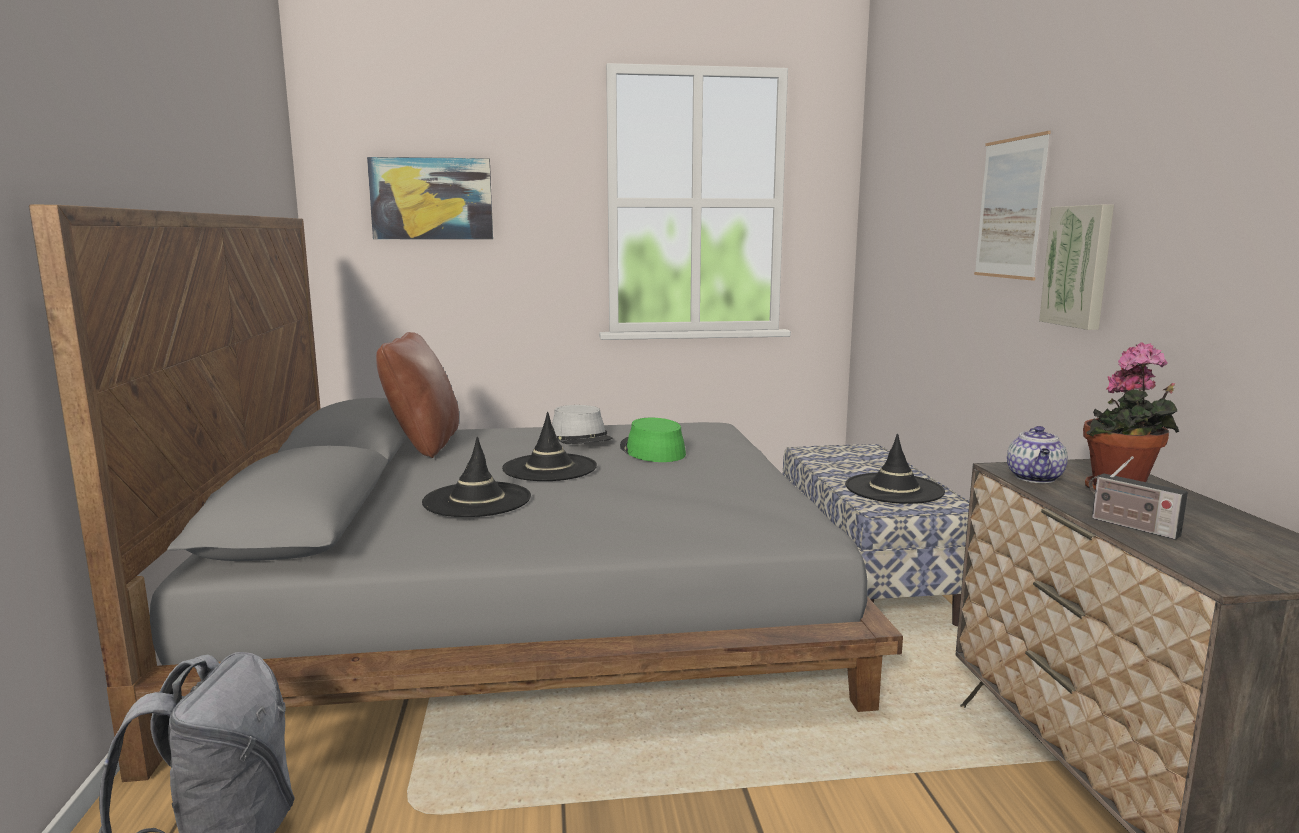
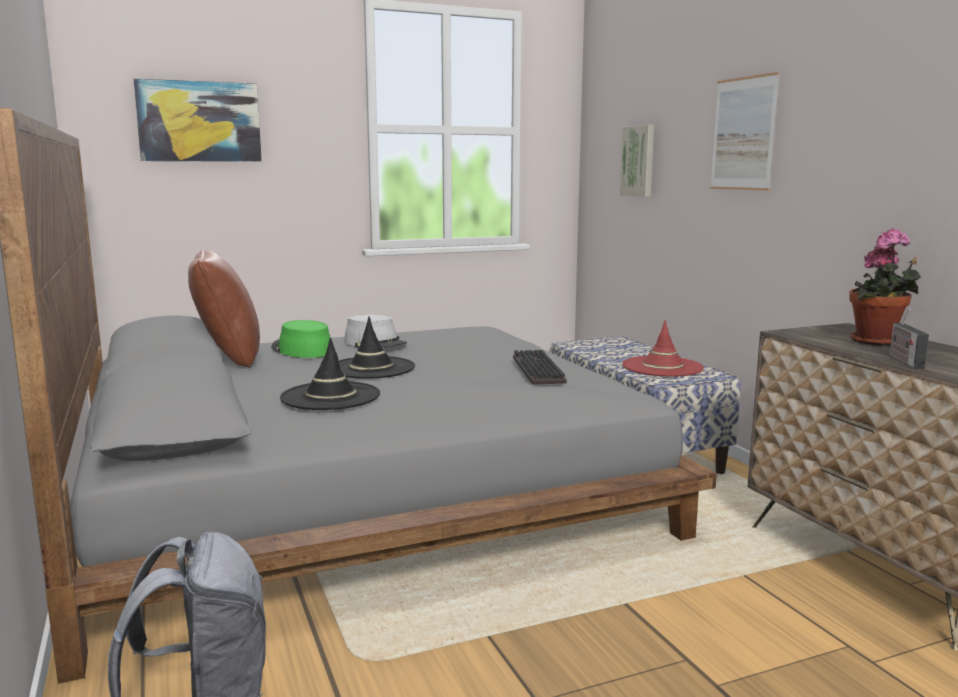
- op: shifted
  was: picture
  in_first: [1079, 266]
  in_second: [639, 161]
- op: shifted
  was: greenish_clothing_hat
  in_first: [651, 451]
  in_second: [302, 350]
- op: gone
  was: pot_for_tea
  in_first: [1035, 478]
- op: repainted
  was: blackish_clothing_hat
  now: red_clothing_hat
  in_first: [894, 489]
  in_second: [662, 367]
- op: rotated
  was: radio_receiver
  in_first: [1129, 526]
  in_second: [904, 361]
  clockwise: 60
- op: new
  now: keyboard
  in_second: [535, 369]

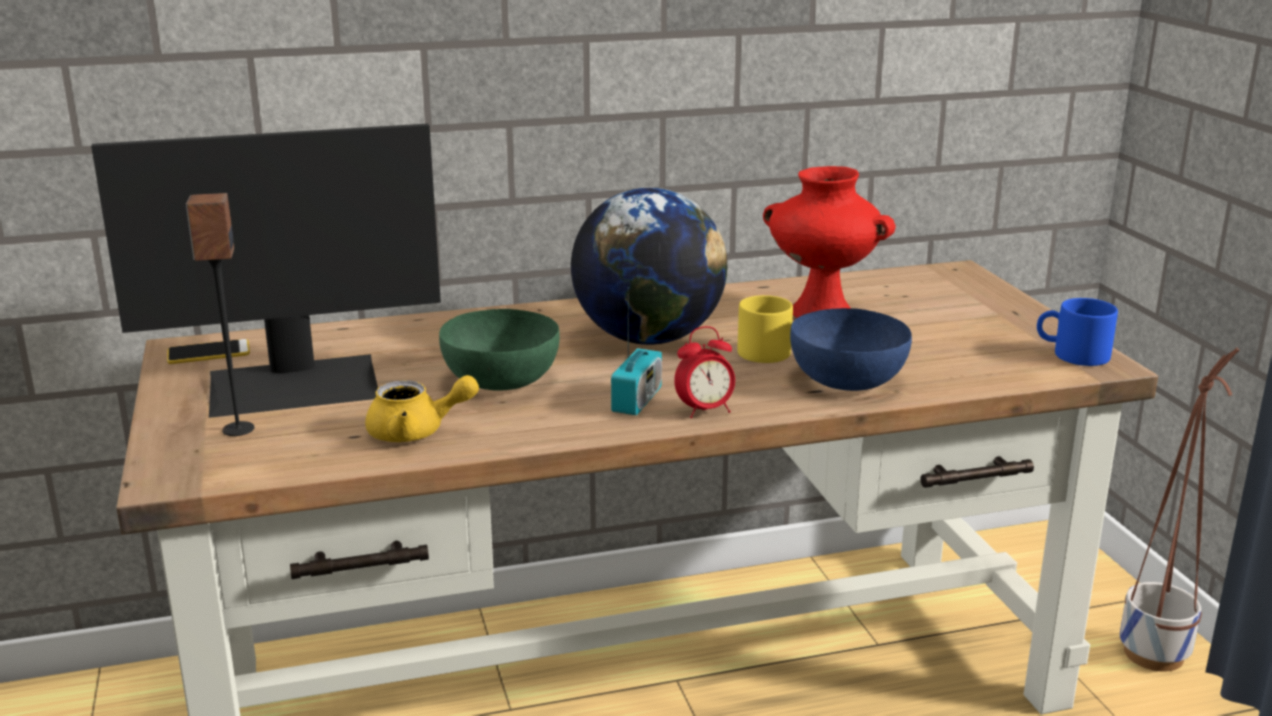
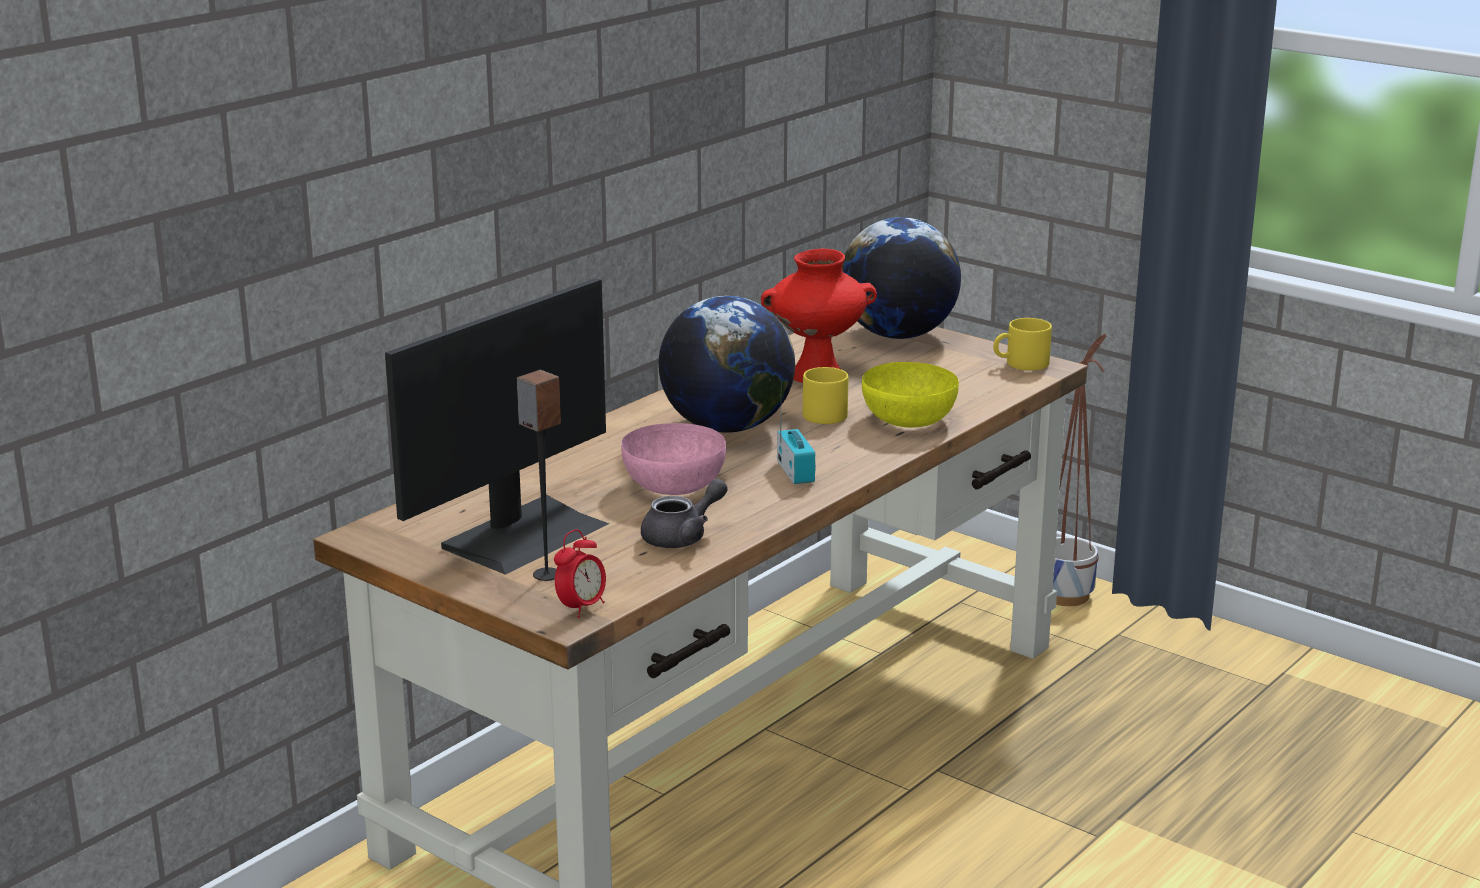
- op: repainted
  was: bluish_mug
  now: yellow_mug
  in_first: [1071, 354]
  in_second: [1021, 364]
- op: repainted
  was: bluish_deep_dish
  now: yellow_deep_dish
  in_first: [846, 379]
  in_second: [907, 419]
- op: repainted
  was: greenish_deep_dish
  now: pink_deep_dish
  in_first: [499, 380]
  in_second: [673, 486]
- op: shifted
  was: alarm_clock
  in_first: [705, 411]
  in_second: [581, 608]
- op: gone
  was: telephone
  in_first: [208, 353]
- op: repainted
  was: yellow_pot_for_tea
  now: gray_pot_for_tea
  in_first: [417, 432]
  in_second: [683, 537]
- op: new
  now: desk_globe
  in_second: [897, 335]

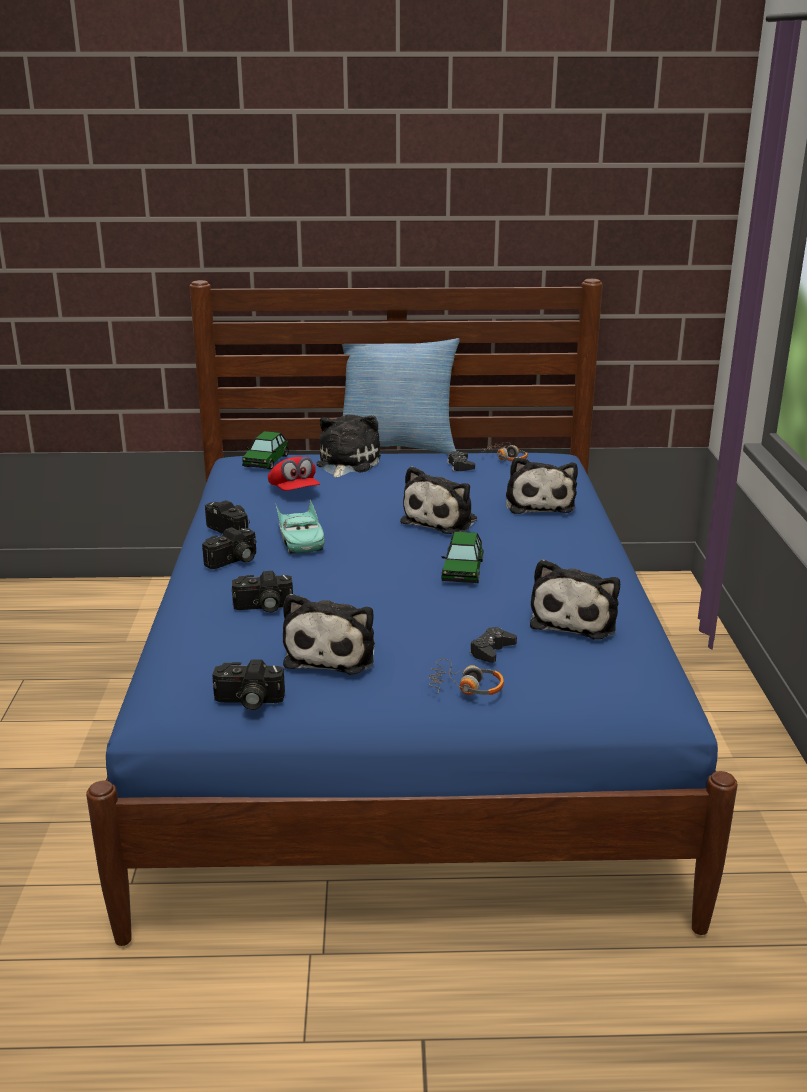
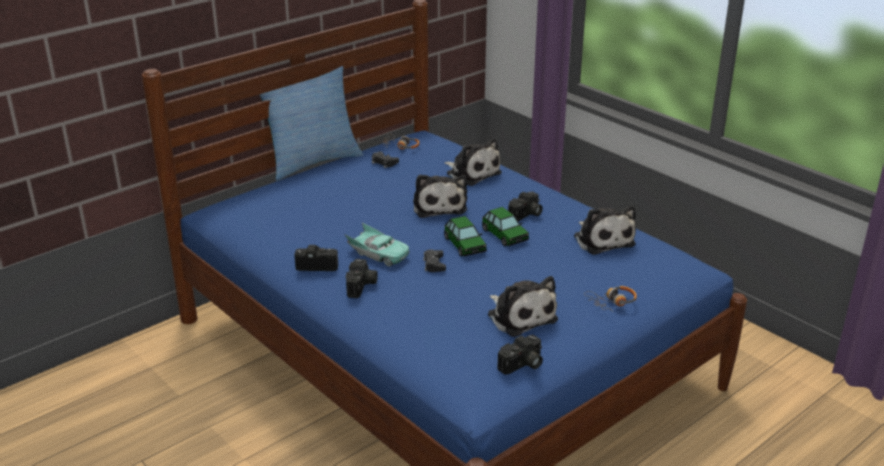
- op: gone
  was: plush_toy
  in_first: [346, 463]
- op: shifted
  was: model_car
  in_first: [266, 461]
  in_second: [465, 245]
- op: gone
  was: red_cap
  in_first: [294, 491]
- op: shifted
  was: still_camera
  in_first: [263, 607]
  in_second: [526, 215]
- op: shifted
  was: blackish_gamepad
  in_first: [491, 650]
  in_second: [434, 264]

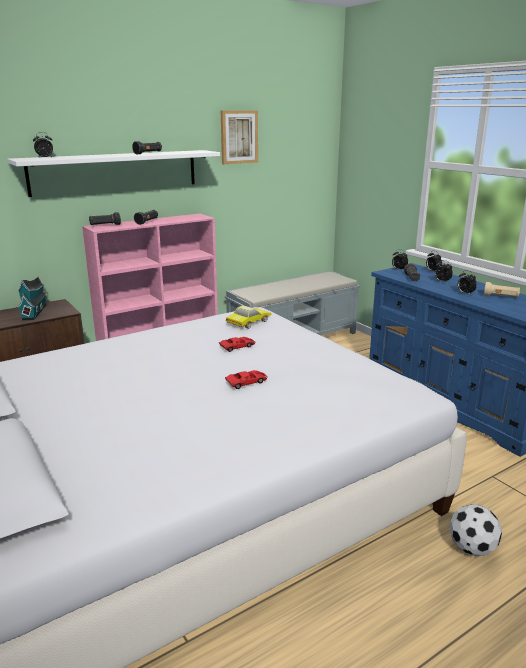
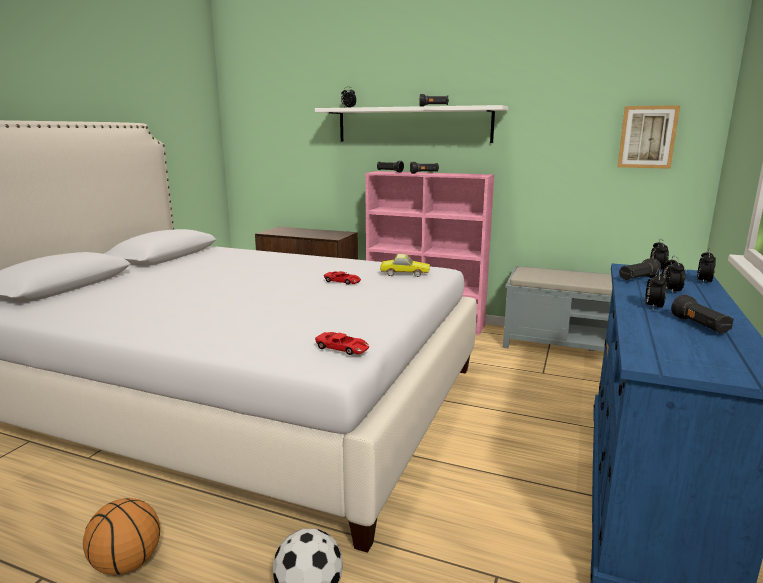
- op: shifted
  was: picture
  in_first: [238, 137]
  in_second: [647, 137]
- op: gone
  was: model_house
  in_first: [35, 312]
- op: repainted
  was: beige-coloured_flashlight
  now: blackish_flashlight
  in_first: [501, 297]
  in_second: [700, 326]
- op: shifted
  was: red_model_car
  in_first: [247, 382]
  in_second: [342, 348]
- op: new
  now: ball_for_basketball
  in_second: [126, 563]

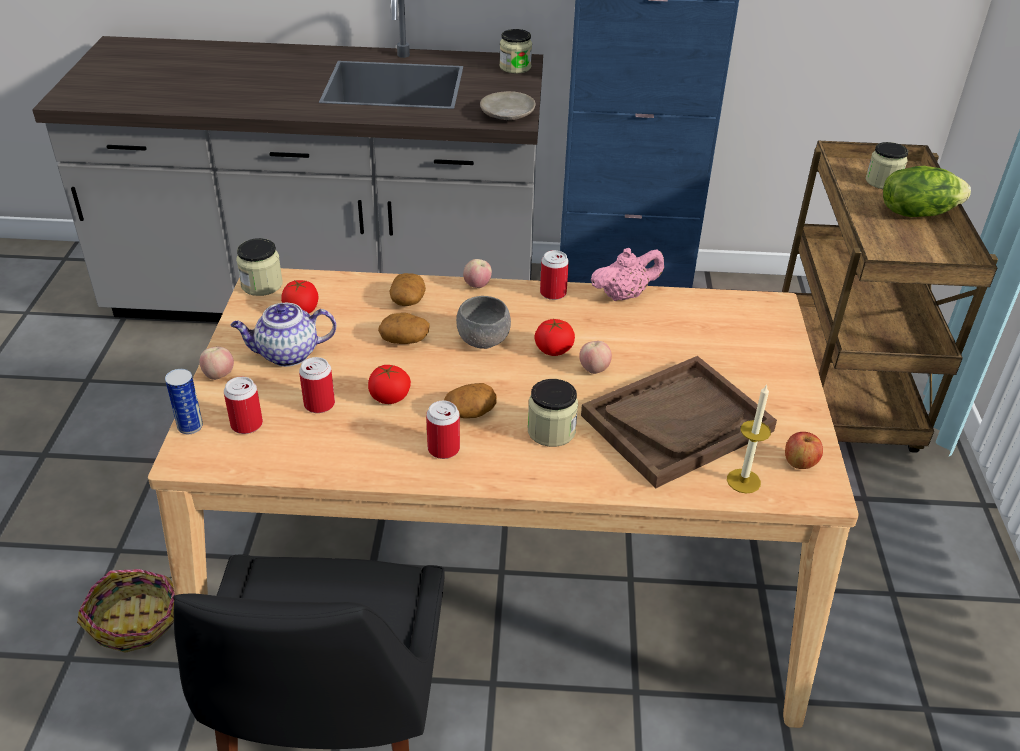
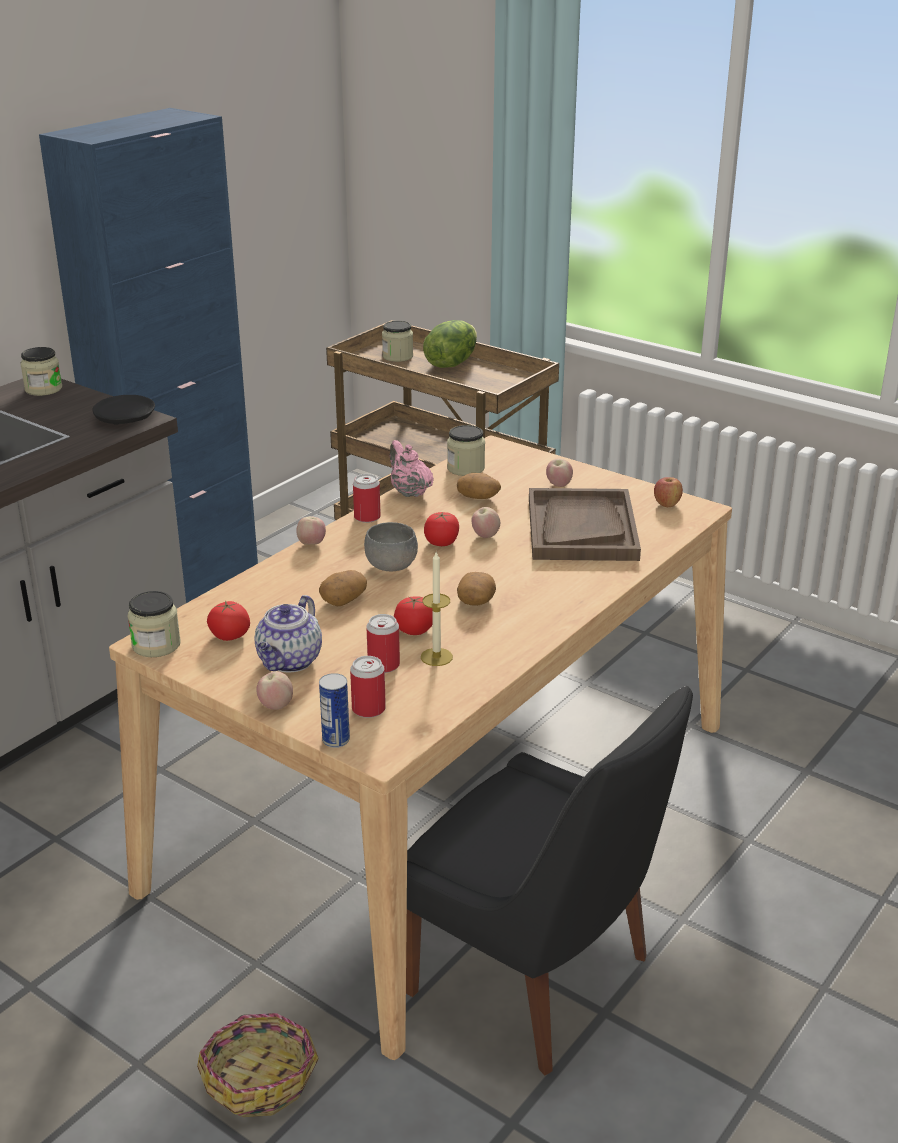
- op: repainted
  was: beige-coloured_flat_dish
  now: blackish_flat_dish
  in_first: [507, 115]
  in_second: [125, 419]
- op: rotated
  was: pink_pot_for_tea
  in_first: [624, 295]
  in_second: [409, 492]
  clockwise: -45
- op: shifted
  was: whole_potato
  in_first: [408, 300]
  in_second: [479, 497]
- op: shifted
  was: storage_jar
  in_first: [551, 431]
  in_second: [465, 468]
- op: shifted
  was: candle
  in_first: [743, 481]
  in_second: [436, 657]
- op: gone
  was: sealed_can
  in_first: [443, 449]
- op: new
  now: apple_fruit
  in_second: [558, 485]

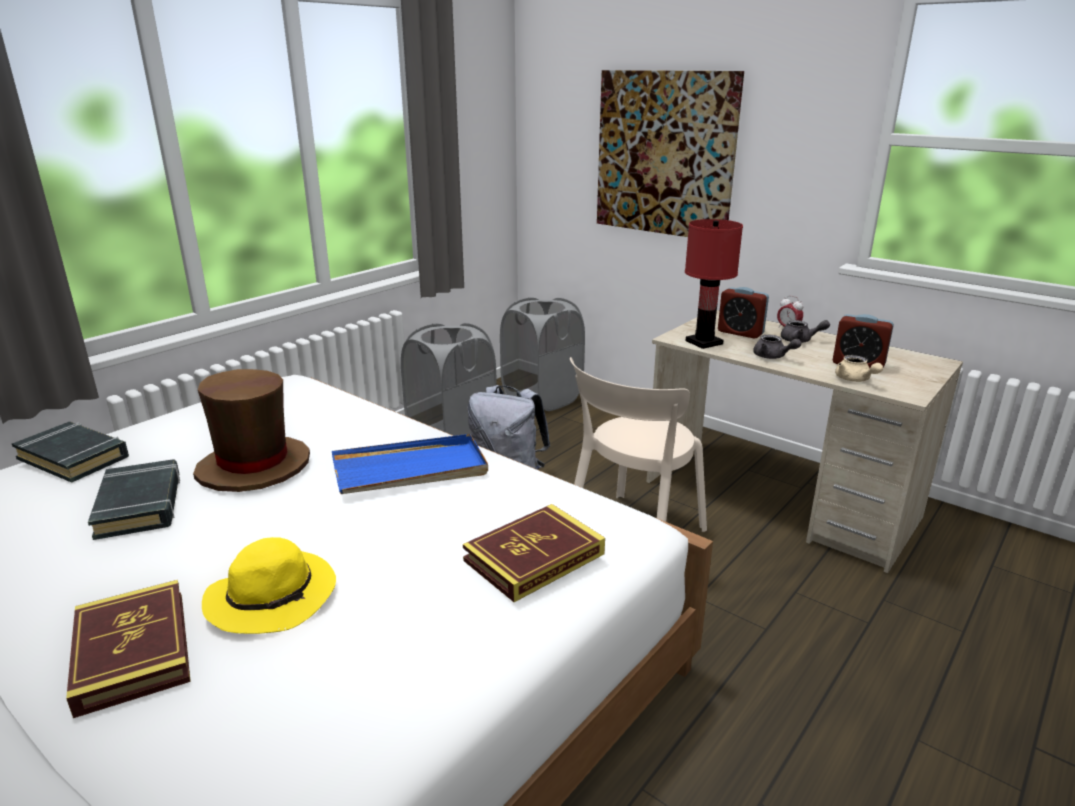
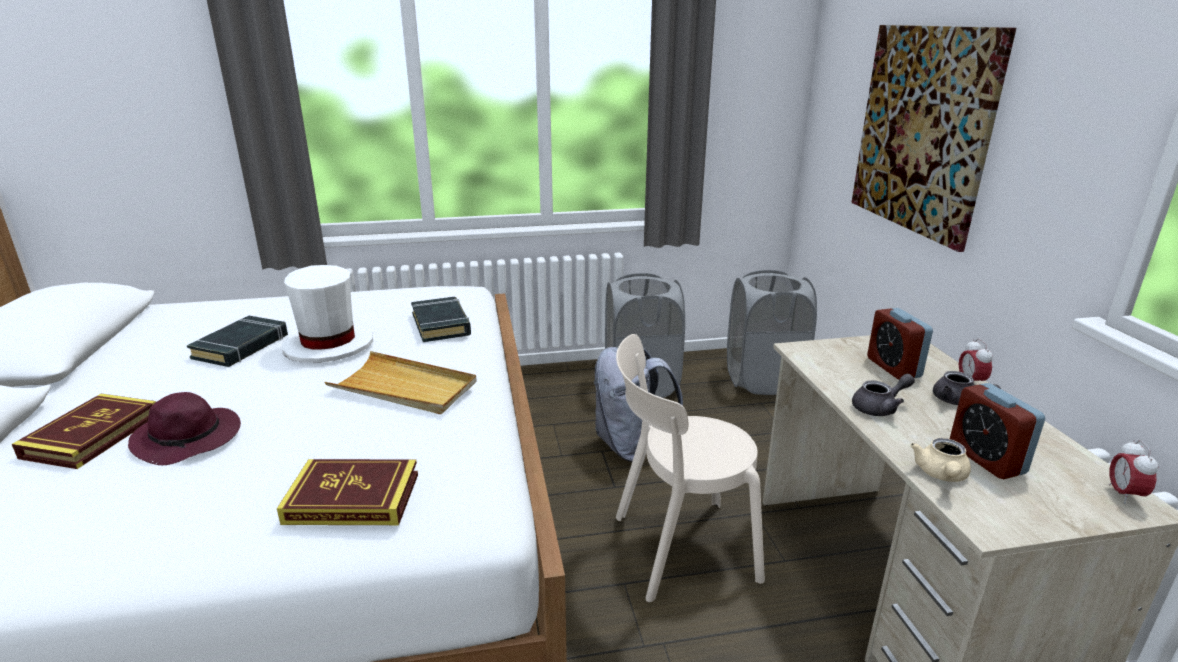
- op: gone
  was: red_table_lamp
  in_first: [704, 342]
- op: rotated
  was: gray_pot_for_tea
  in_first: [772, 357]
  in_second: [879, 408]
  clockwise: -105
- op: repainted
  was: brown_clothing_hat
  now: white_clothing_hat
  in_first: [254, 467]
  in_second: [328, 346]
- op: shifted
  was: blackish_bound_book
  in_first: [74, 458]
  in_second: [441, 324]
- op: repainted
  was: bluish_carrying_tray
  now: beige-coloured_carrying_tray
  in_first: [410, 470]
  in_second: [404, 388]
- op: repainted
  was: yellow_clothing_hat
  now: purple_clothing_hat
  in_first: [274, 597]
  in_second: [189, 439]
- op: new
  now: alarm_clock
  in_second: [1123, 495]

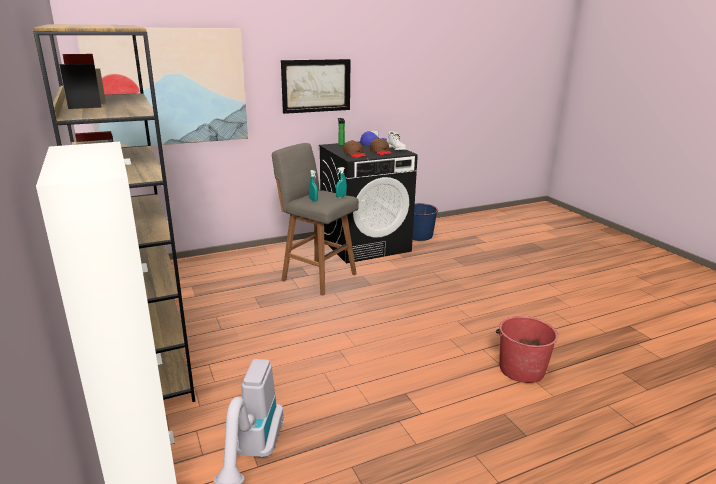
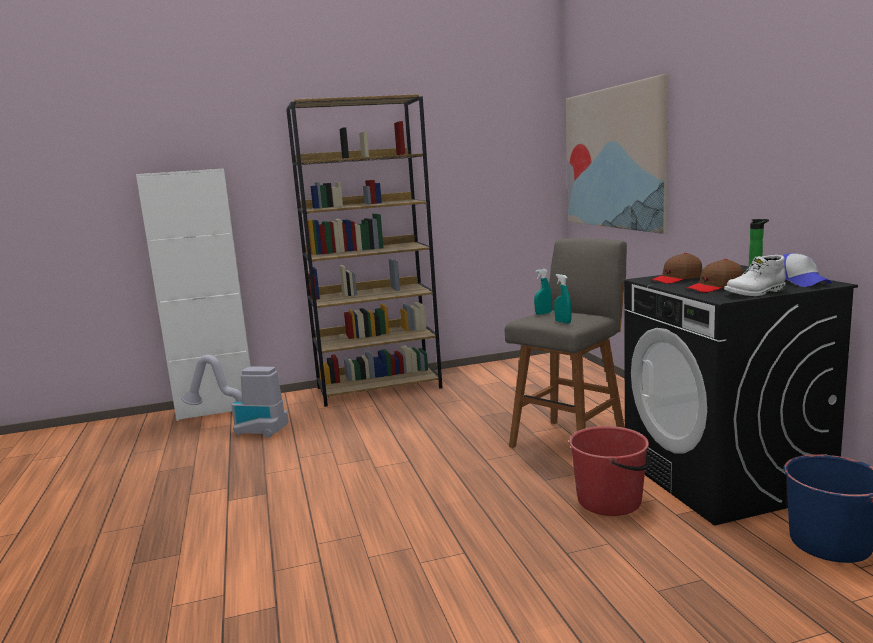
- op: gone
  was: picture
  in_first: [316, 85]
- op: shifted
  was: red_pail
  in_first: [521, 369]
  in_second: [610, 501]

